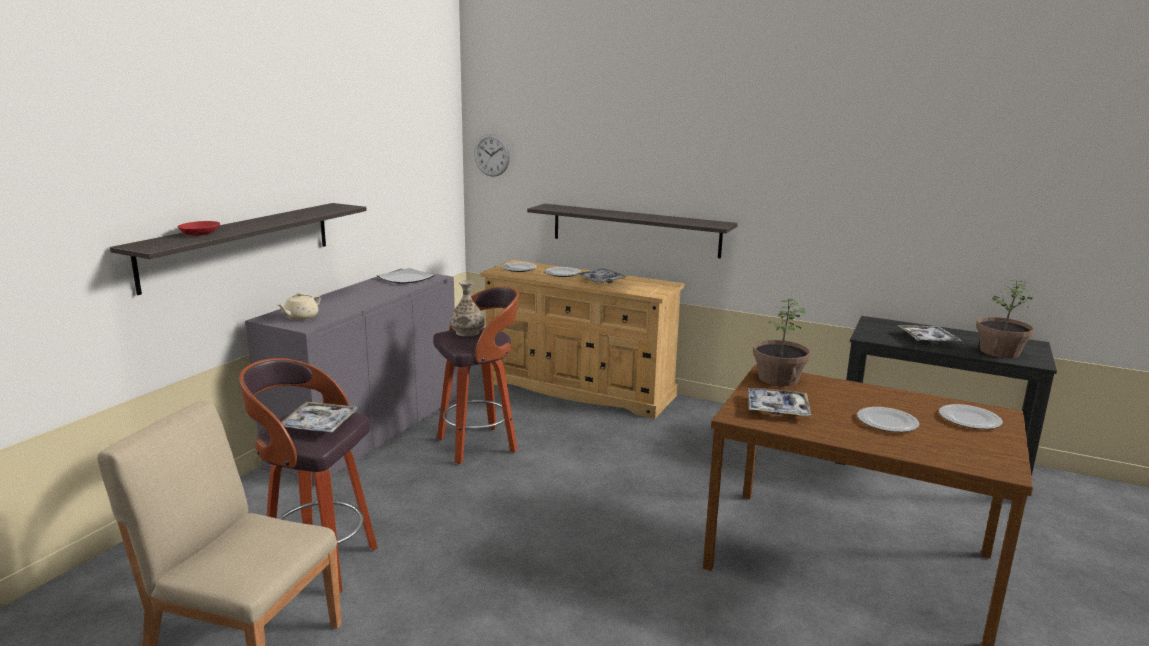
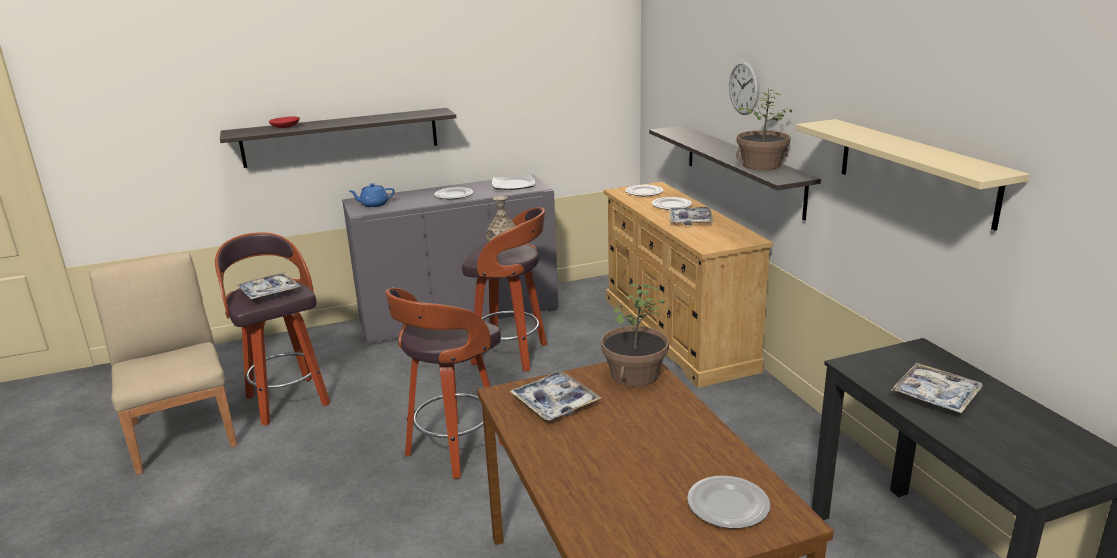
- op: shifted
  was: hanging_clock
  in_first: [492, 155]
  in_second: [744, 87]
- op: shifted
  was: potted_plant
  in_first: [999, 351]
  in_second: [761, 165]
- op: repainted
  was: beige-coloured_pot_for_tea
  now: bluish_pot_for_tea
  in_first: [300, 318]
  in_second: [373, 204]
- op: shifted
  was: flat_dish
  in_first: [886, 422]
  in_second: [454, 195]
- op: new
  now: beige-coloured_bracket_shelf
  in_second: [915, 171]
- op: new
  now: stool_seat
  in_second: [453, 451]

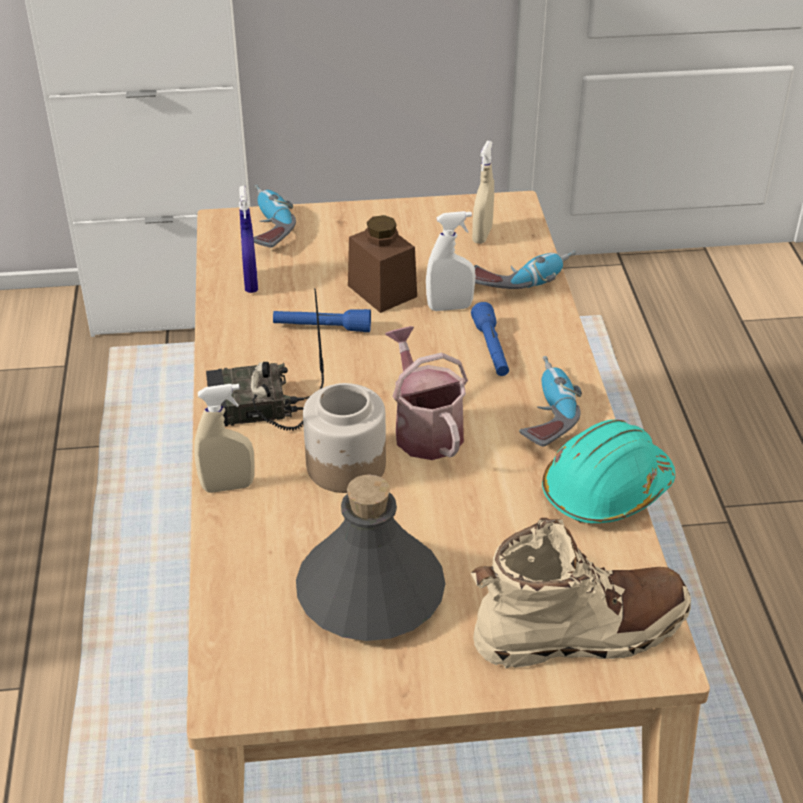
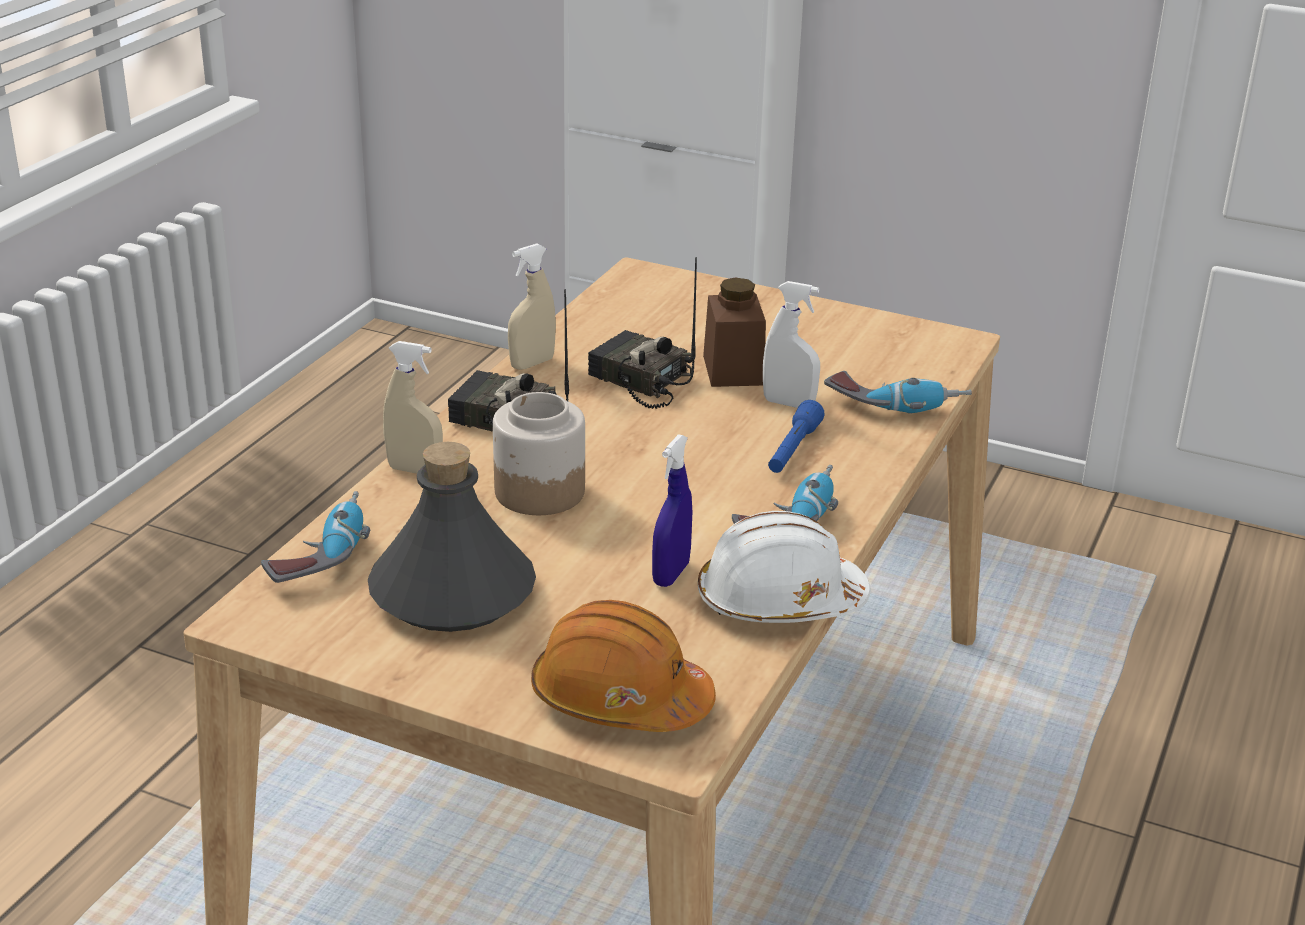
- op: shifted
  was: beige-coloured_hand_sprayer
  in_first: [482, 235]
  in_second: [532, 363]
- op: shifted
  was: electric_drill
  in_first: [266, 227]
  in_second: [322, 554]
- op: shifted
  was: bluish_hand_sprayer
  in_first: [251, 283]
  in_second: [671, 574]
- op: swapped
  was: bluish_flashlight
  now: radio_receiver
  in_first: [322, 328]
  in_second: [639, 381]
- op: gone
  was: watering_pot
  in_first: [424, 428]
- op: repainted
  was: blue-green_hard_hat
  now: white_hard_hat
  in_first: [606, 490]
  in_second: [779, 601]
- op: swapped
  was: beige-coloured_tall_boot
  now: orange-coloured_hard_hat
  in_first: [581, 631]
  in_second: [619, 699]

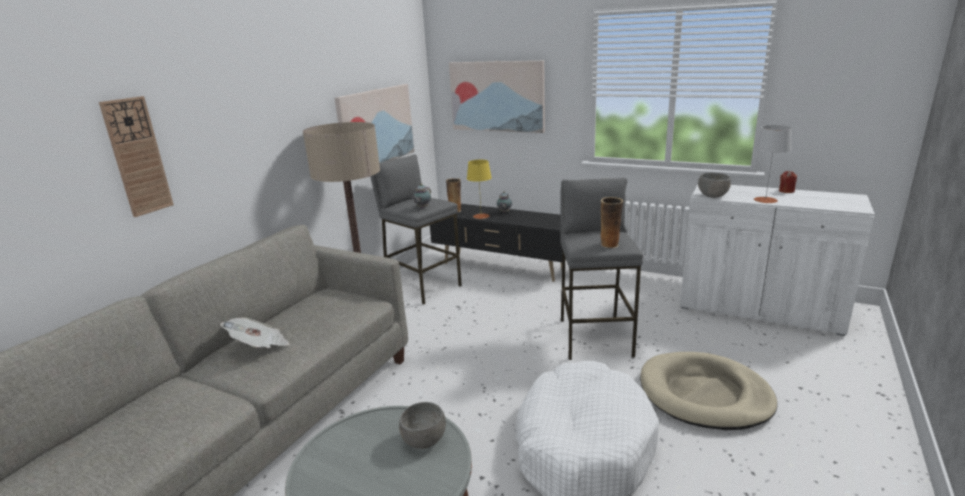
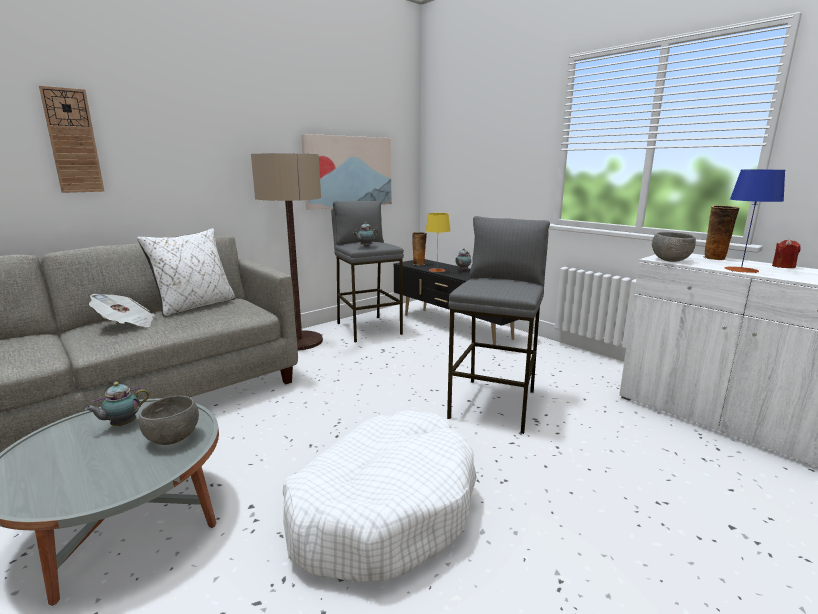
- op: gone
  was: picture
  in_first: [497, 96]
- op: repainted
  was: gray_table_lamp
  now: bluish_table_lamp
  in_first: [765, 200]
  in_second: [741, 270]
- op: shifted
  was: vase
  in_first: [610, 245]
  in_second: [715, 258]
- op: gone
  was: beige-coloured_dog_bed
  in_first: [704, 395]
- op: new
  now: white_throw_pillow
  in_second: [196, 306]
- op: new
  now: pot_for_tea
  in_second: [122, 425]

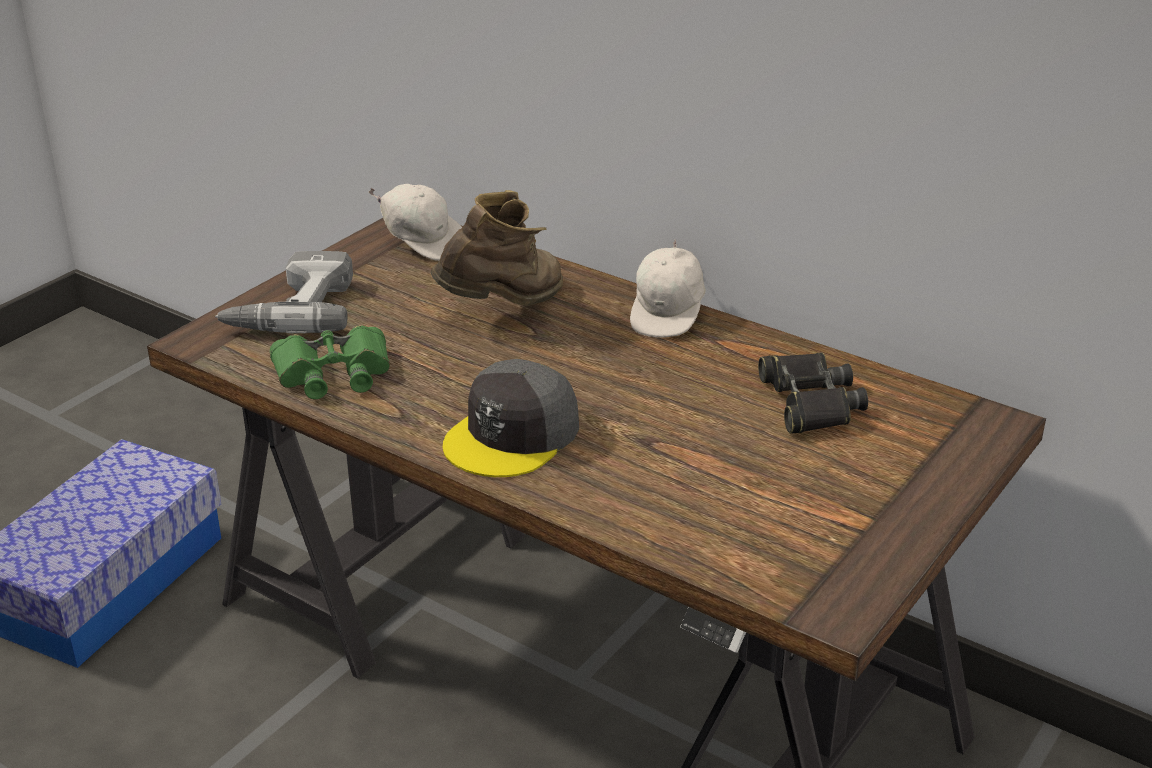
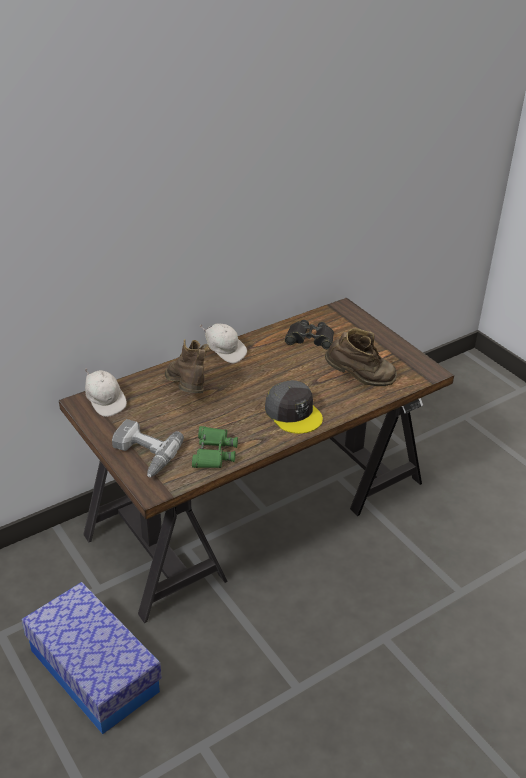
- op: rotated
  was: white_cap
  in_first: [422, 242]
  in_second: [105, 401]
  clockwise: 90
- op: new
  now: brown_tall_boot
  in_second: [359, 380]

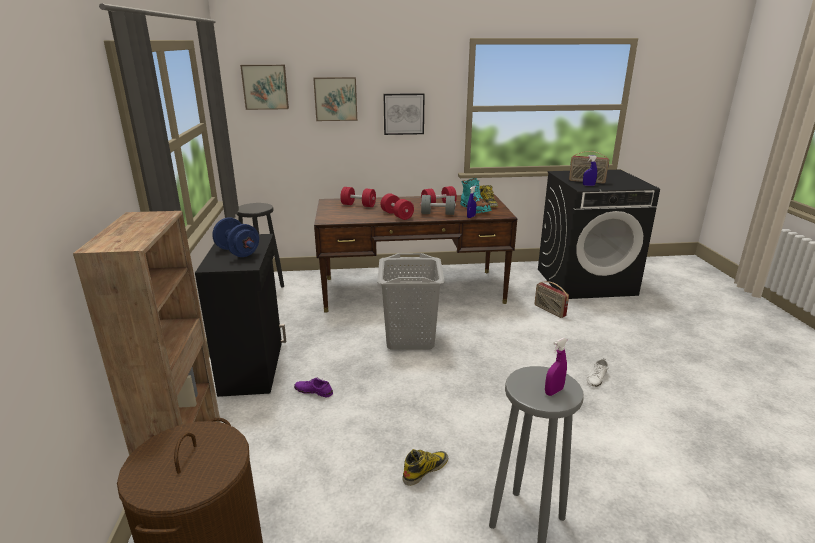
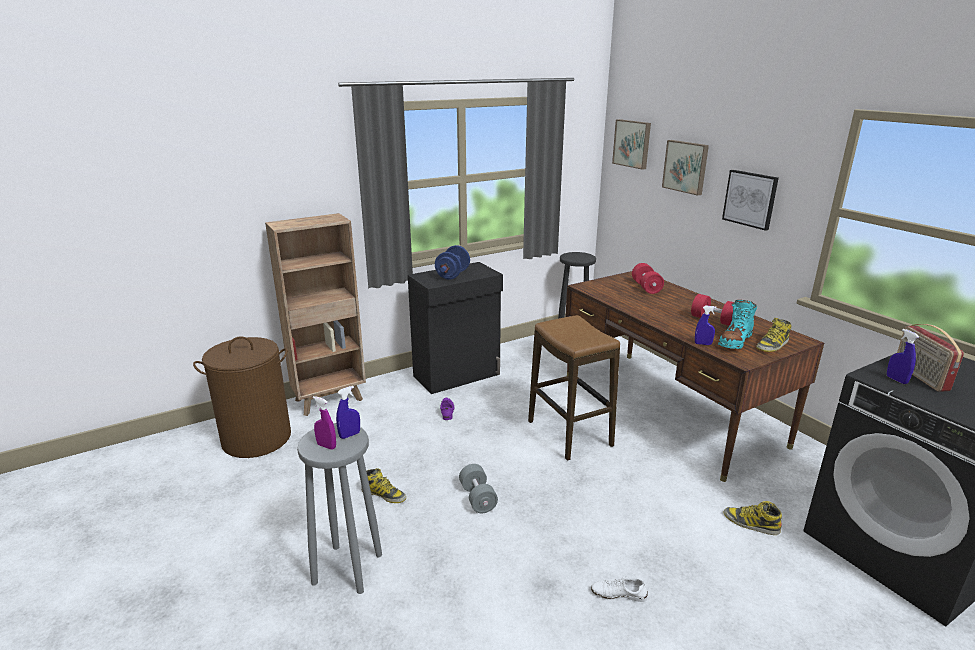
- op: gone
  was: red_free_weight
  in_first: [397, 215]
- op: shifted
  was: gray_free_weight
  in_first: [437, 213]
  in_second: [478, 498]
- op: swapped
  was: gray_hamper
  now: stool_seat
  in_first: [409, 338]
  in_second: [569, 433]
- op: swapped
  was: radio_receiver
  now: tall_boot
  in_first: [549, 310]
  in_second: [751, 523]
- op: new
  now: bluish_hand_sprayer
  in_second: [350, 435]

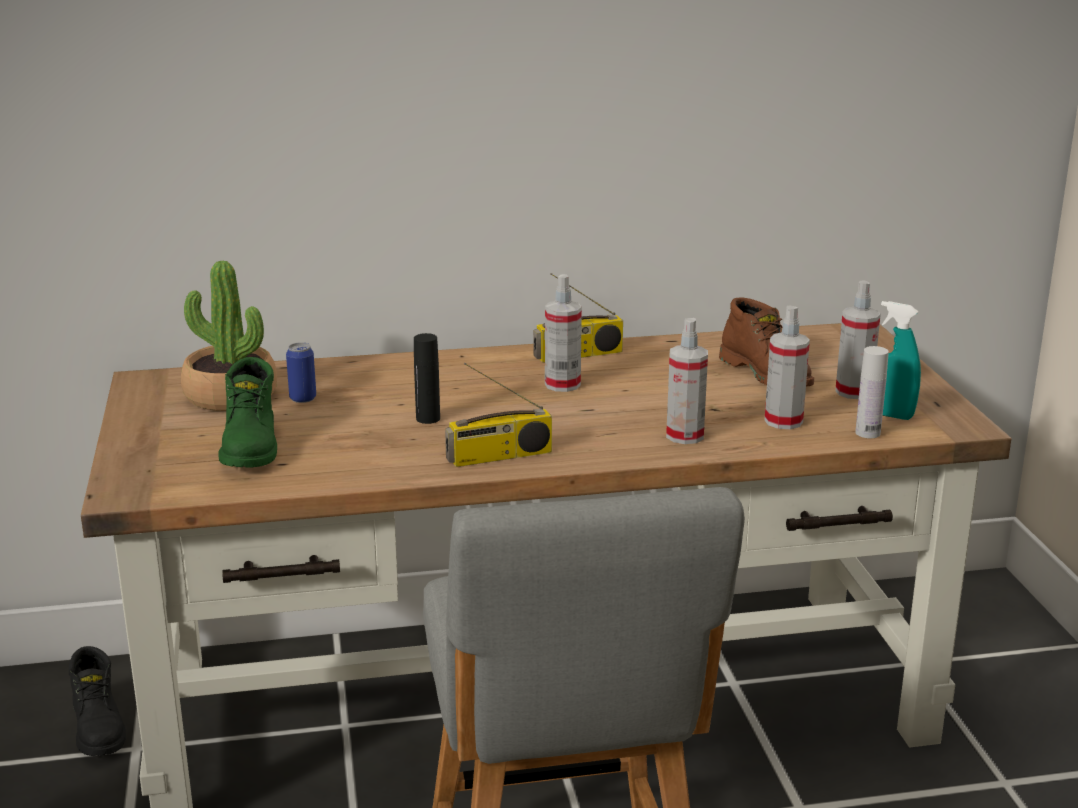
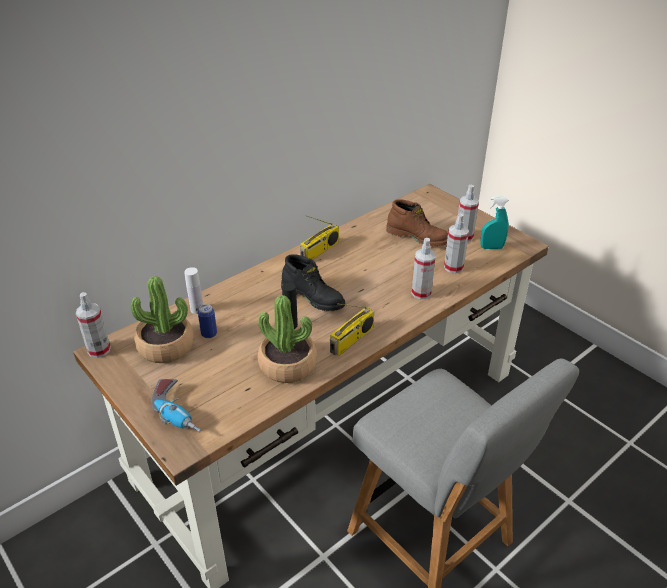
- op: shifted
  was: hand_sprayer
  in_first: [562, 384]
  in_second: [99, 350]
- op: shifted
  was: white_drink_bottle
  in_first: [867, 433]
  in_second: [197, 309]
- op: gone
  was: greenish_tall_boot
  in_first: [252, 447]
- op: shifted
  was: blackish_tall_boot
  in_first: [100, 727]
  in_second: [313, 297]
- op: new
  now: potted_plant
  in_second: [288, 365]
- op: new
  now: electric_drill
  in_second: [179, 413]

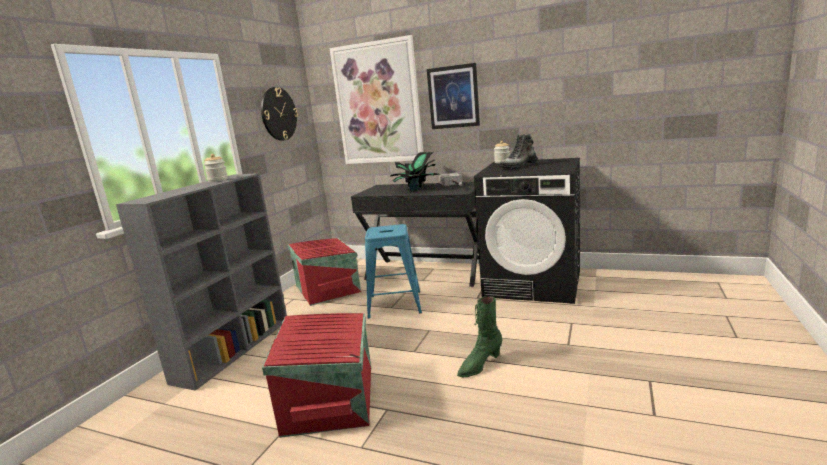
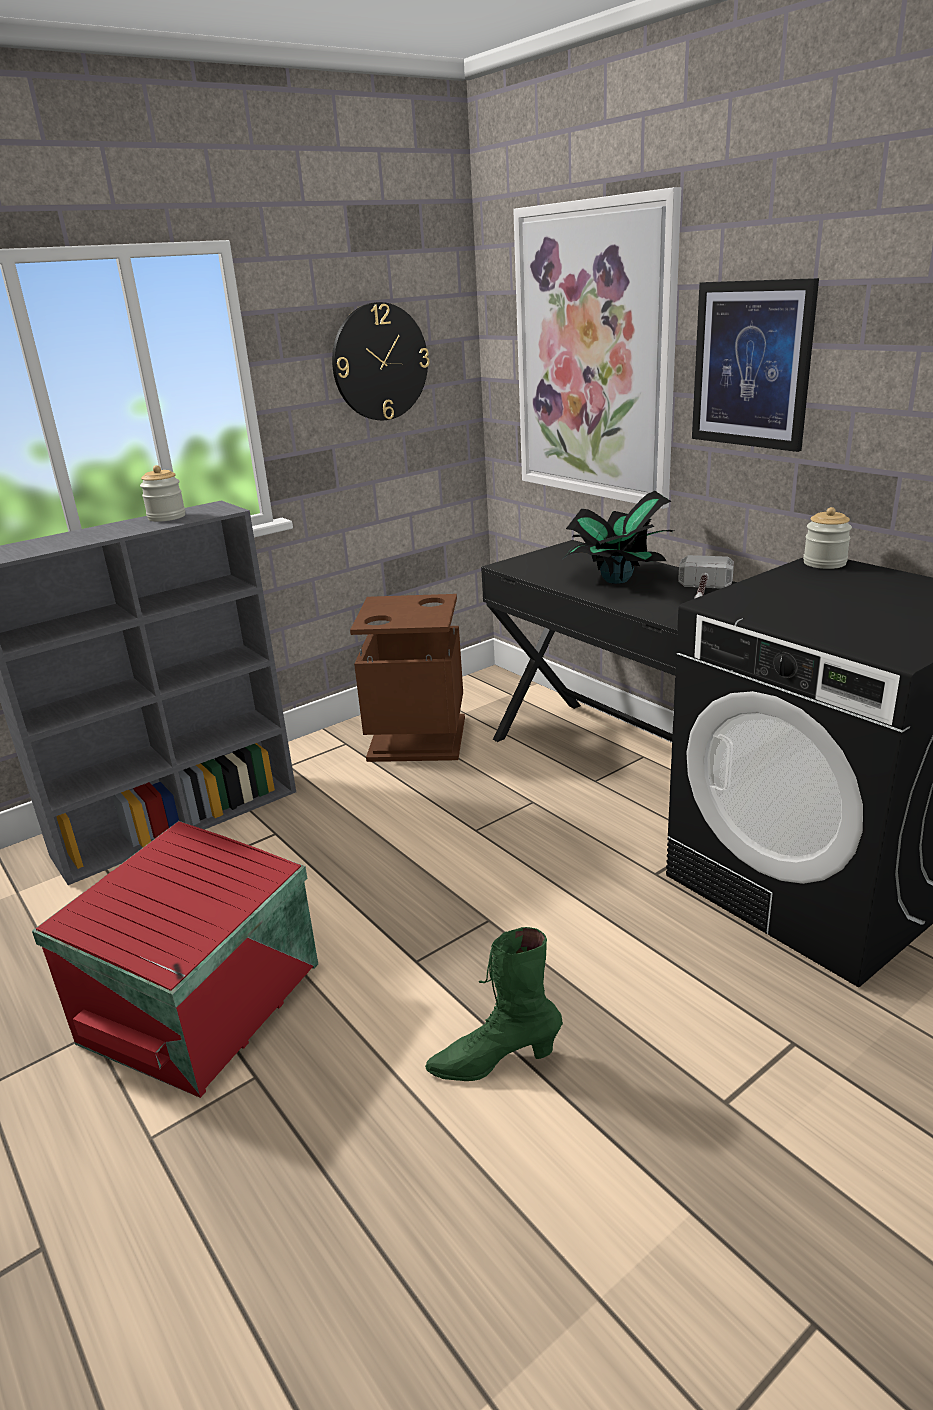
- op: gone
  was: tall_boot
  in_first: [519, 166]
- op: gone
  was: bluish_stool_seat
  in_first: [395, 304]
- op: swapped
  was: red_storage_bin
  now: brown_waste_bin
  in_first: [328, 288]
  in_second: [418, 738]

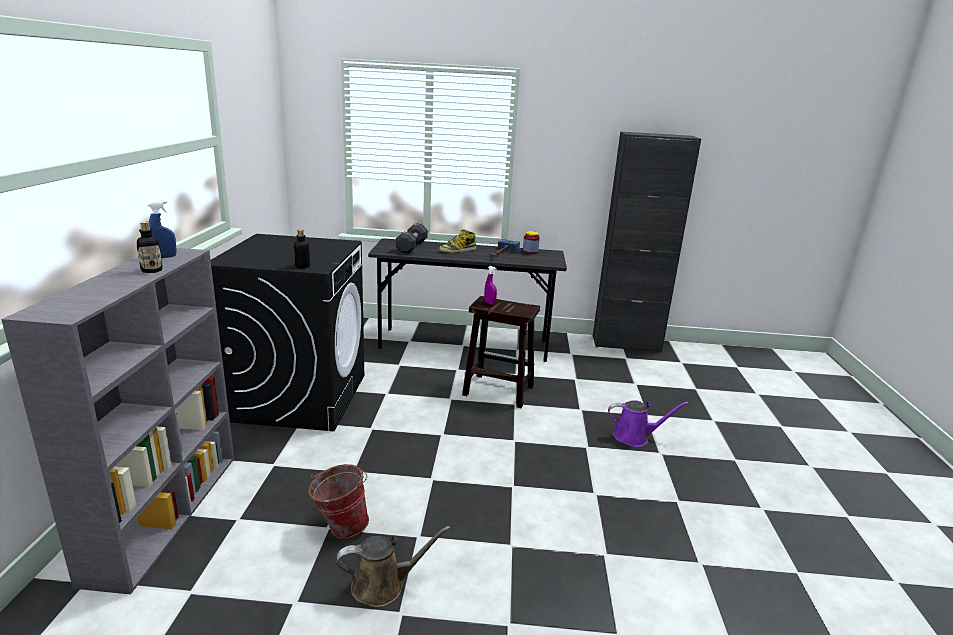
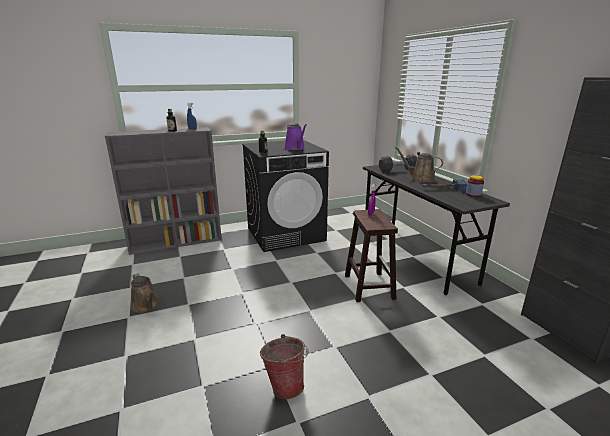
- op: swapped
  was: tall_boot
  now: brown_watering_pot
  in_first: [457, 250]
  in_second: [420, 179]
- op: shifted
  was: purple_watering_pot
  in_first: [634, 437]
  in_second: [295, 148]
- op: shifted
  was: pail
  in_first: [340, 527]
  in_second: [285, 385]

